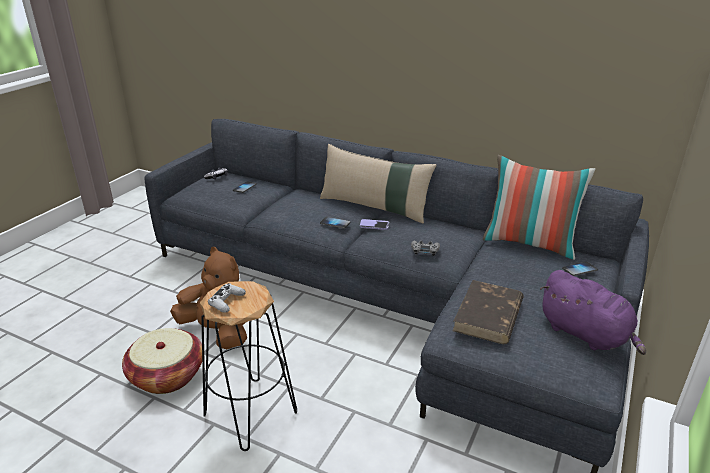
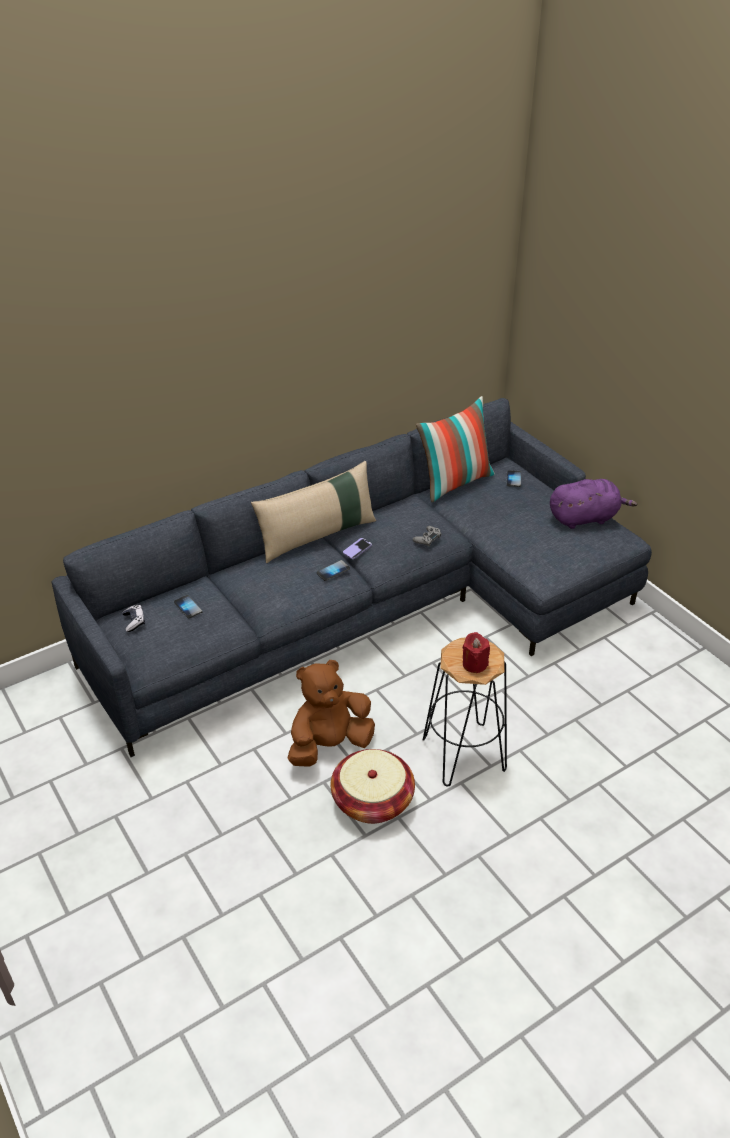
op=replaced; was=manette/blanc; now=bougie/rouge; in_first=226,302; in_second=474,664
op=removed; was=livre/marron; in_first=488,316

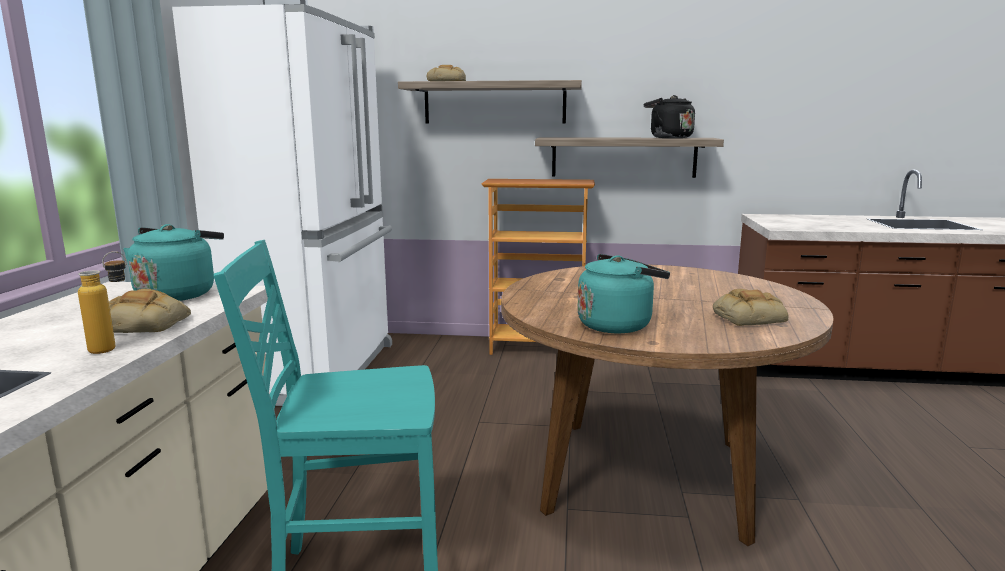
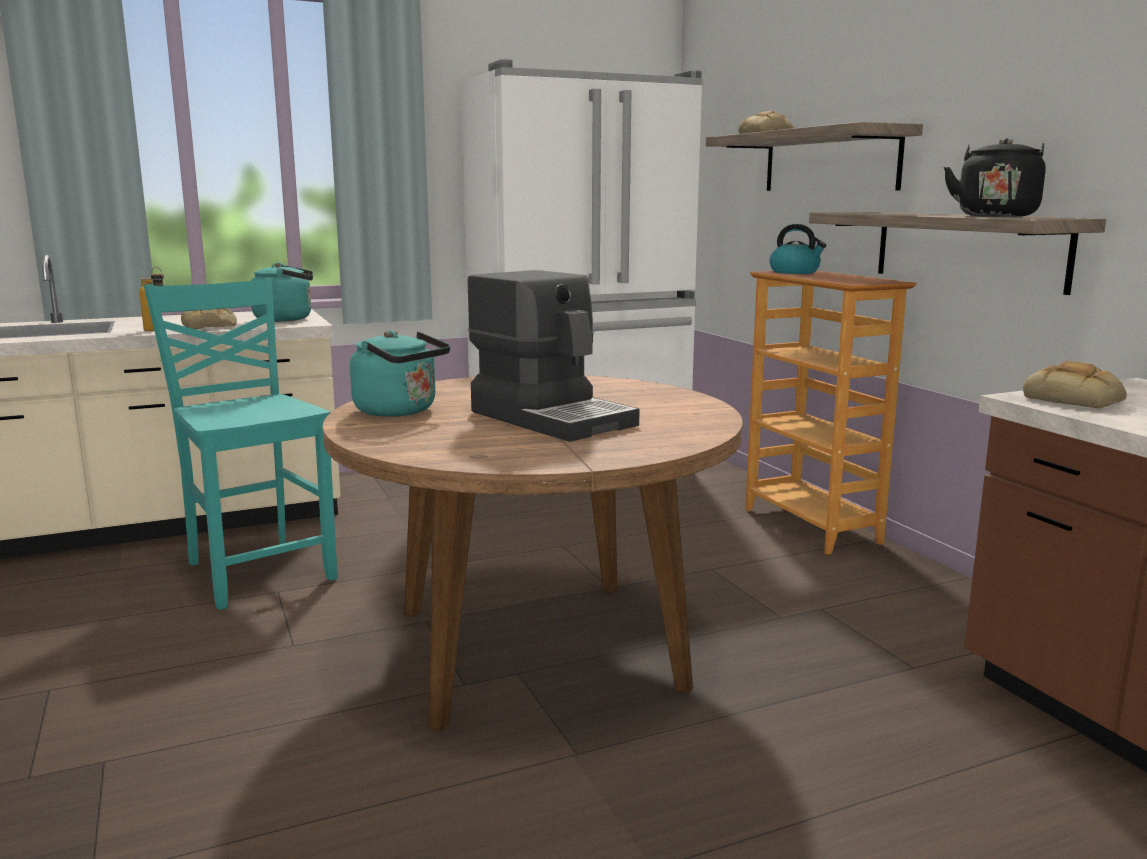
op=added; now=machine à café; in_second=552,418
op=added; now=bouilloire; in_second=795,272
op=moved; was=pain; in_first=749,317; in_second=1075,399

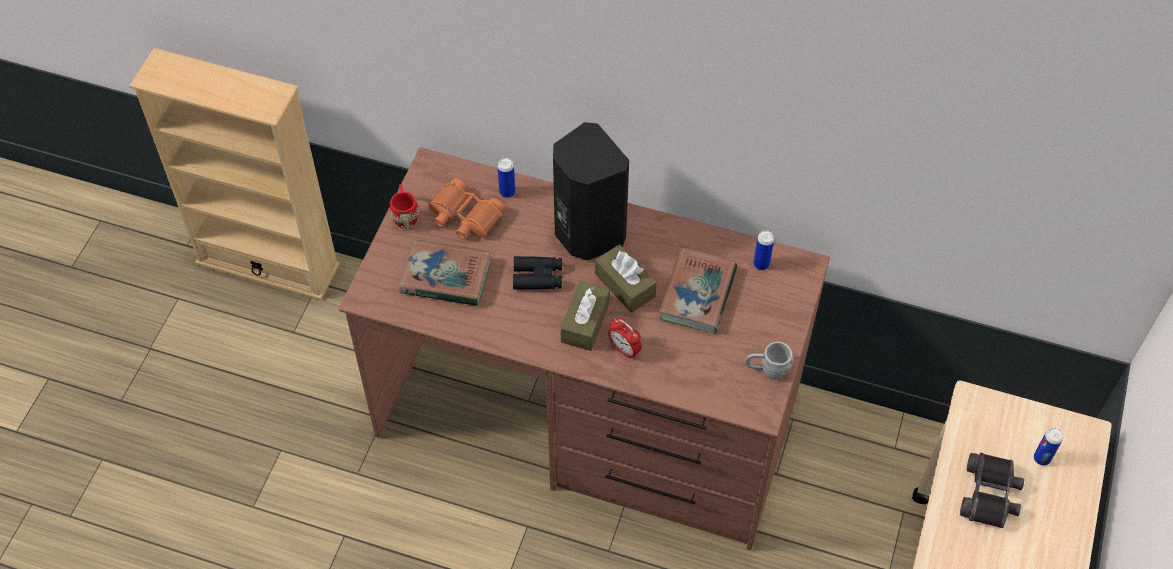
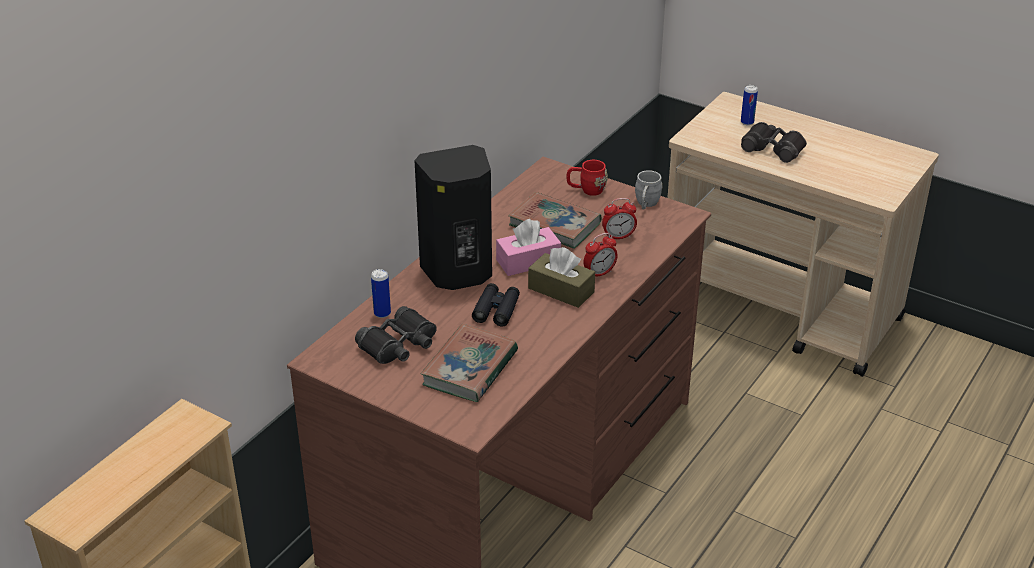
op=recoloured; was=jumelles/orange; now=jumelles/noir; in_first=465,217; in_second=399,345
op=recoloured; was=boîte à mouchoirs/marron; now=boîte à mouchoirs/rose; in_first=625,285; in_second=528,261
op=moved; was=mug/rouge; in_first=405,214; in_second=586,190
op=added; now=réveil; in_second=618,237
op=removed; was=boîte métallique; in_first=761,264

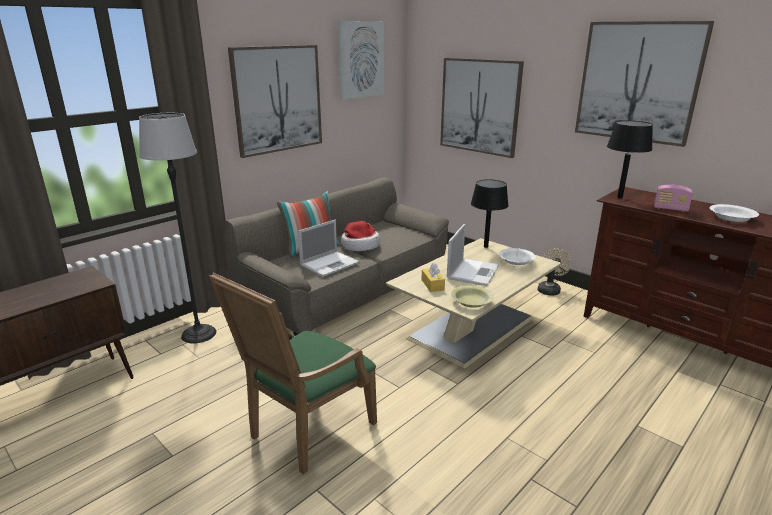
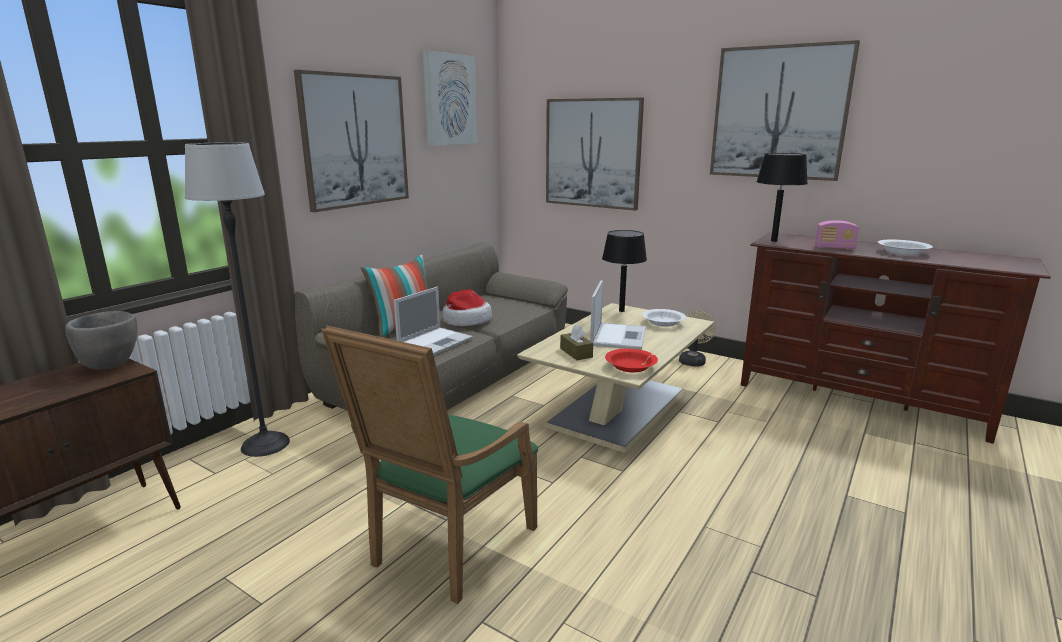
op=added; now=bol/gris; in_second=111,365
op=recoloured; was=boîte à mouchoirs/jaune; now=boîte à mouchoirs/marron; in_first=432,285; in_second=576,353
op=recoloured; was=bol/jaune; now=bol/rouge; in_first=471,302; in_second=630,367

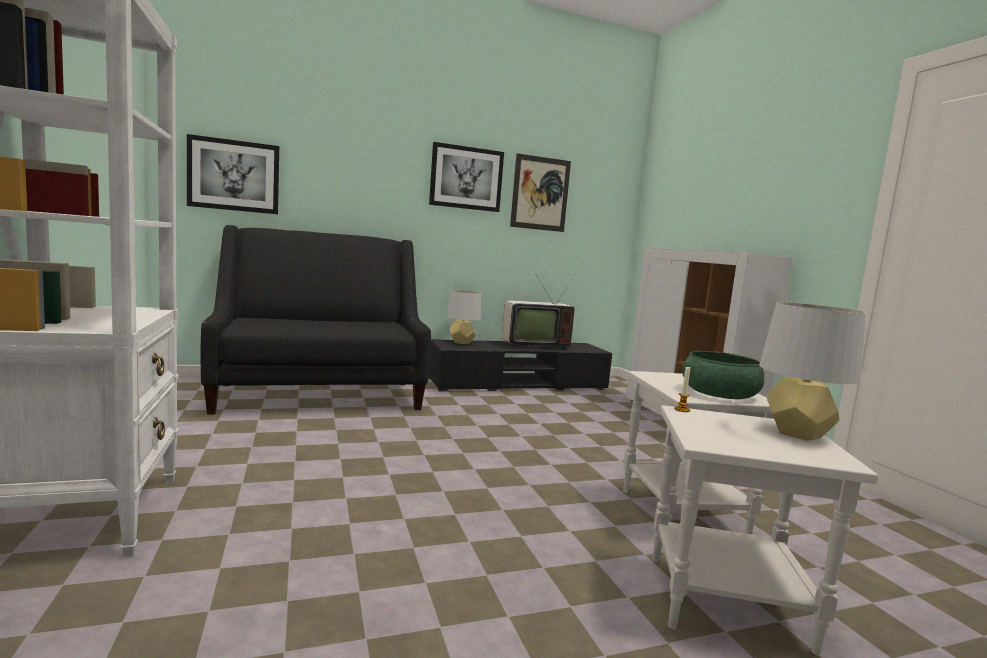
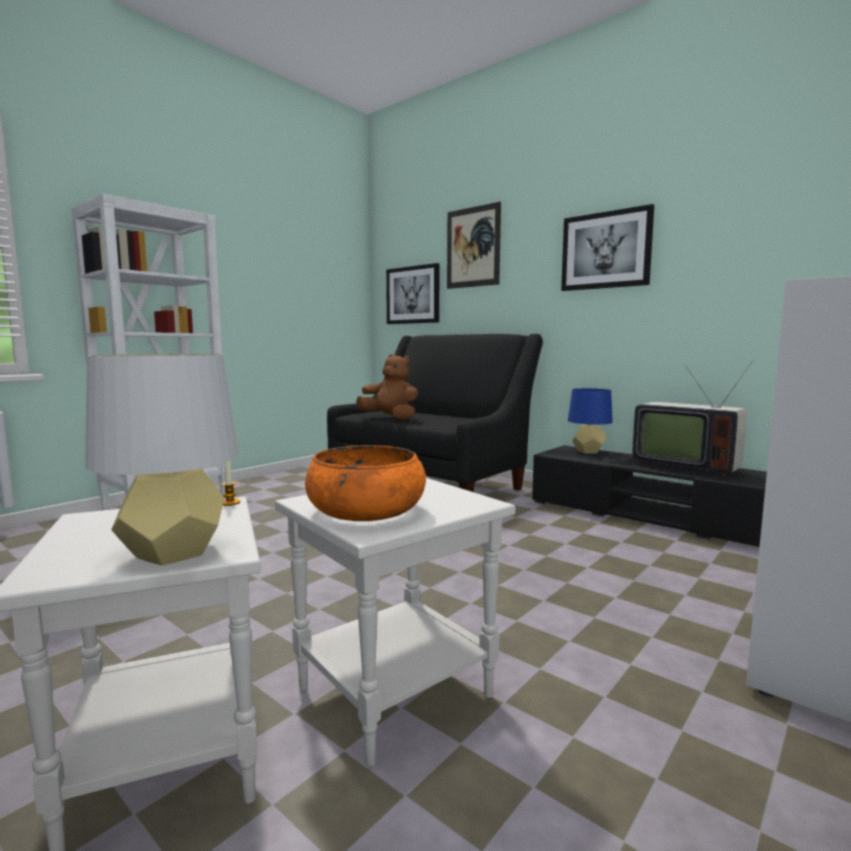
op=recoloured; was=bol/vert; now=bol/orange; in_first=719,393; in_second=366,510
op=added; now=peluche/marron; in_second=390,418
op=moved; was=tableau; in_first=540,193; in_second=473,247
op=recoloured; was=lampe de table/gris; now=lampe de table/bleu; in_first=461,342; in_second=588,452

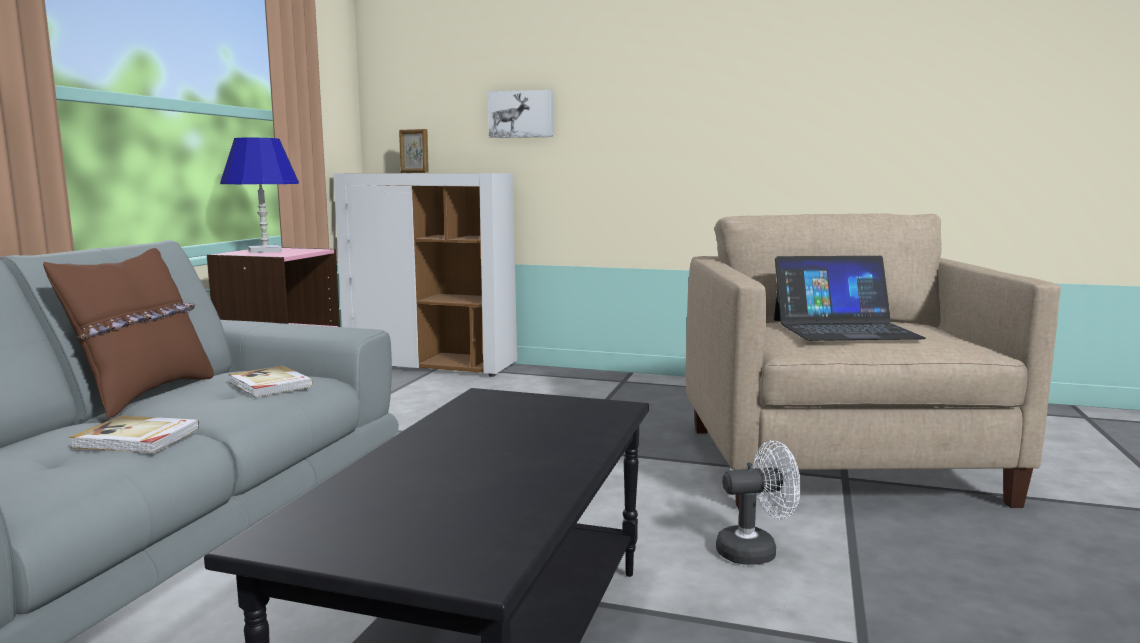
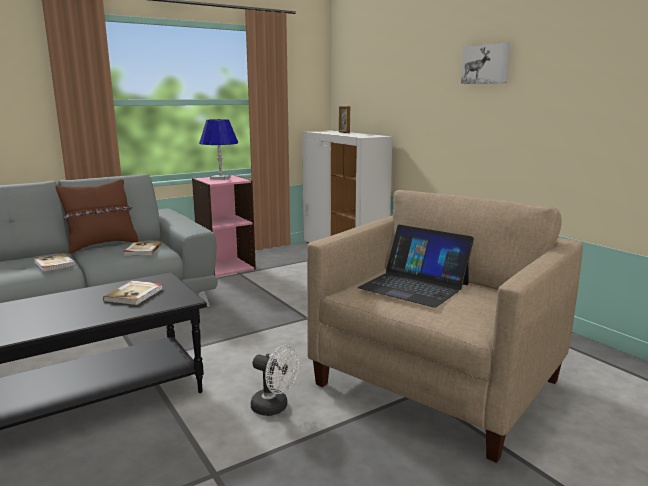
op=added; now=livre; in_second=135,295
op=moved; was=tableau; in_first=521,114; in_second=486,64

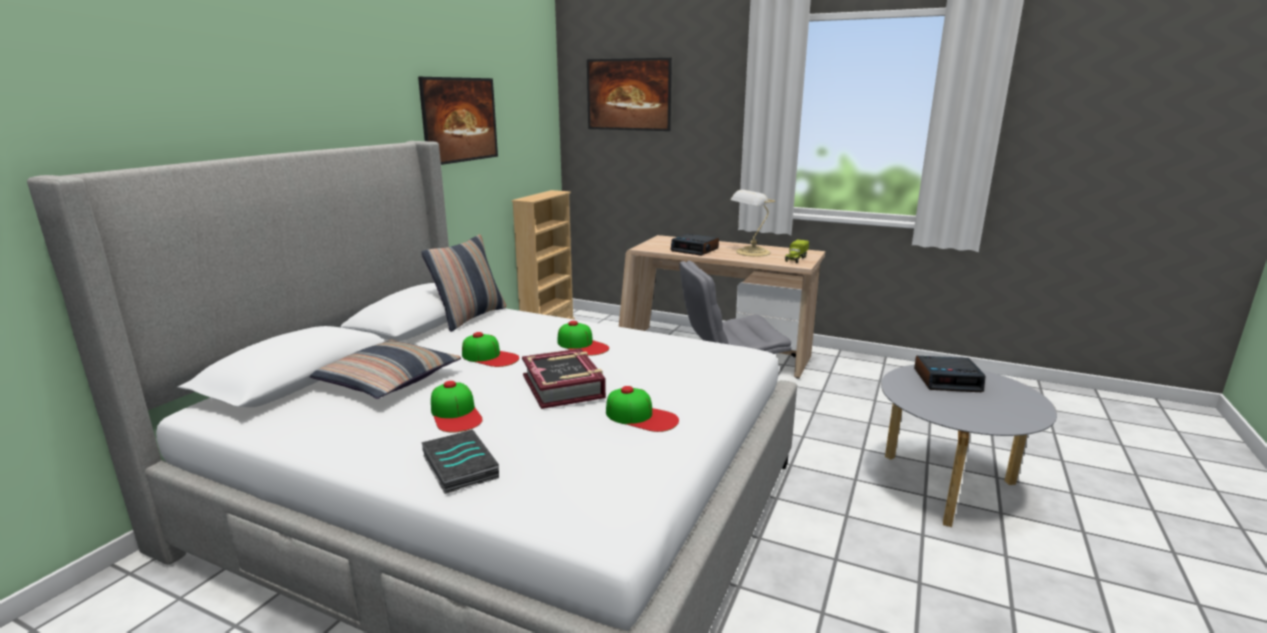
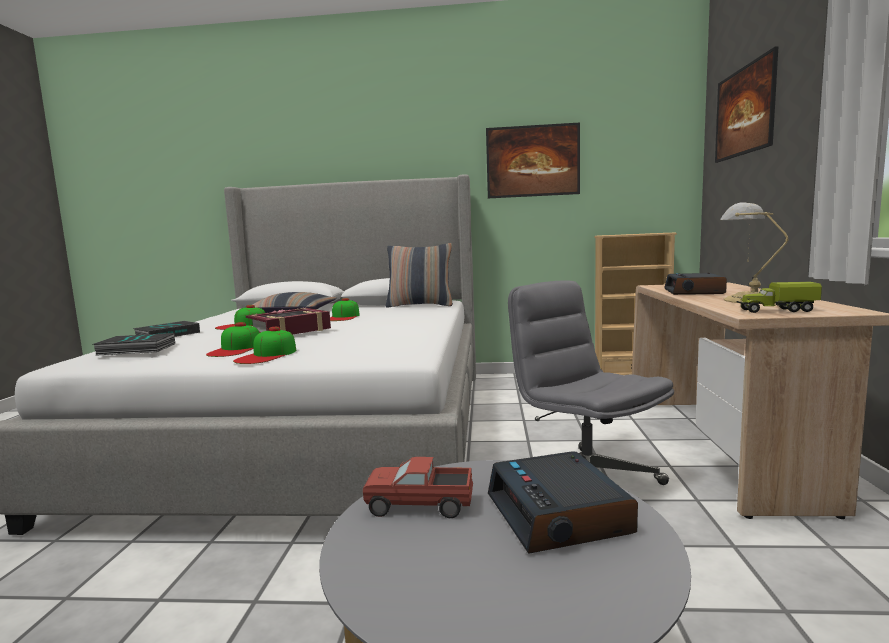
op=added; now=livre; in_second=135,349
op=moved; was=casquette; in_first=582,345; in_second=267,355
op=added; now=camion jouet; in_second=420,506

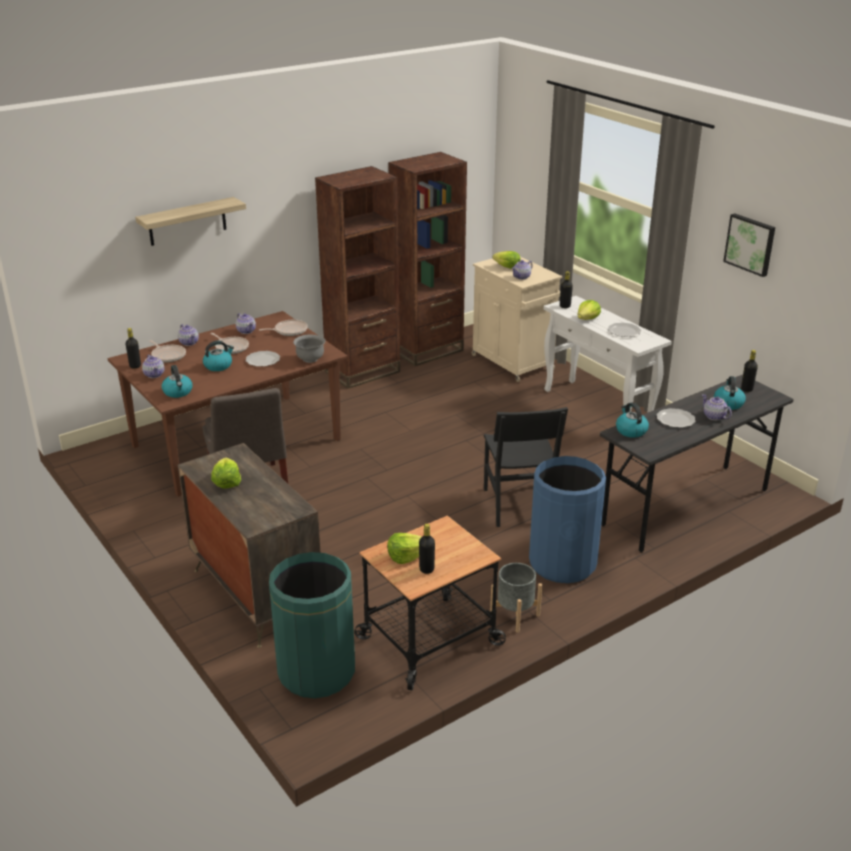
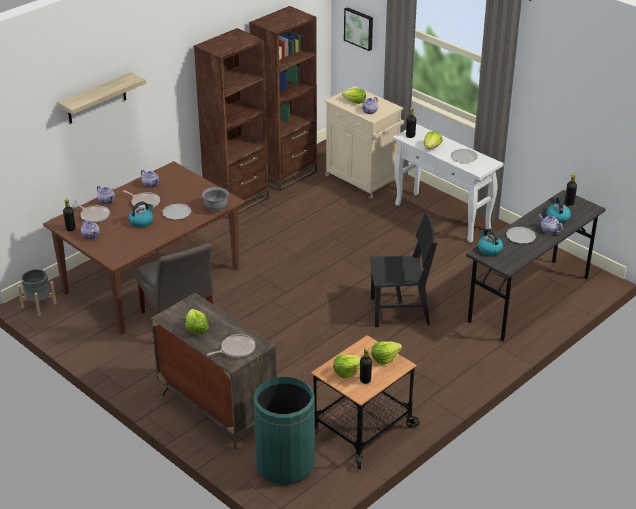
op=moved; was=cache-pot/gris; in_first=515,615; in_second=39,305
op=moved; was=poêle; in_first=289,331; in_second=236,349
op=moved; was=tableau; in_first=750,244; in_second=359,28
op=turned; was=chaise/noir; in_first=518,504; in_second=400,311; clockwise=-75
op=added; now=laitue; in_second=384,358
op=removed; was=bouilloire; in_first=178,392
op=removed; was=poubelle/bleu; in_first=562,563

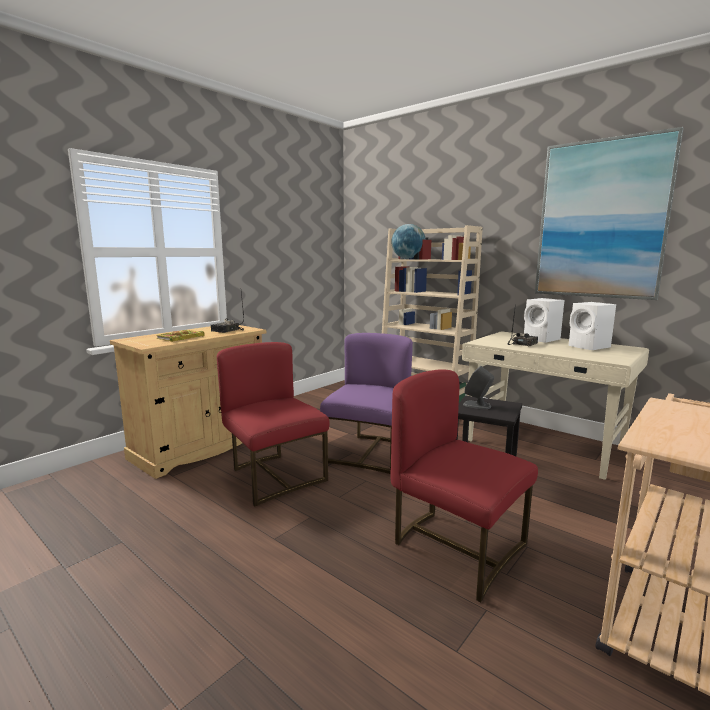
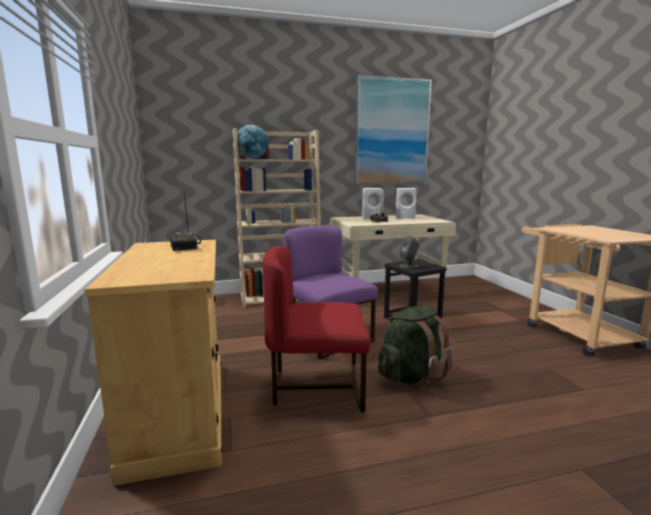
op=added; now=sac à dos/vert; in_second=411,376
op=removed; was=livre; in_first=180,338
op=removed; was=chaise/rouge; in_first=456,547

